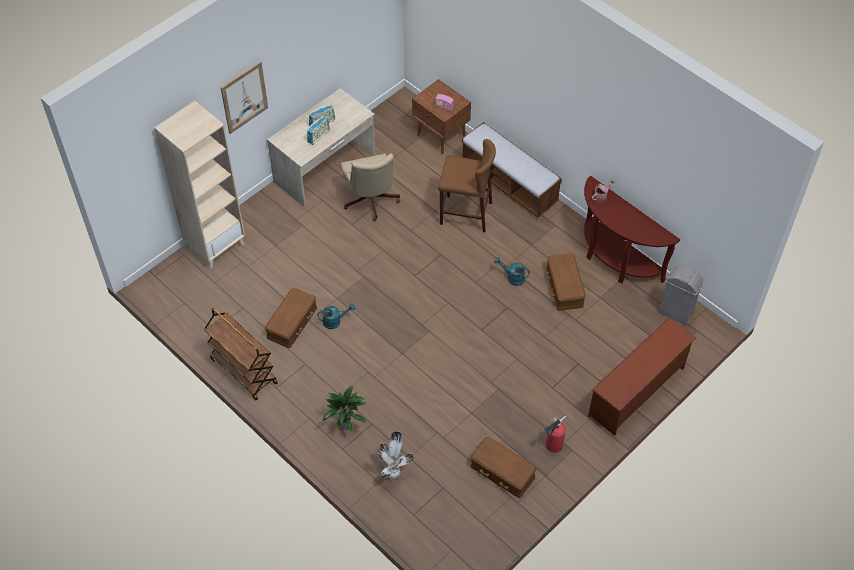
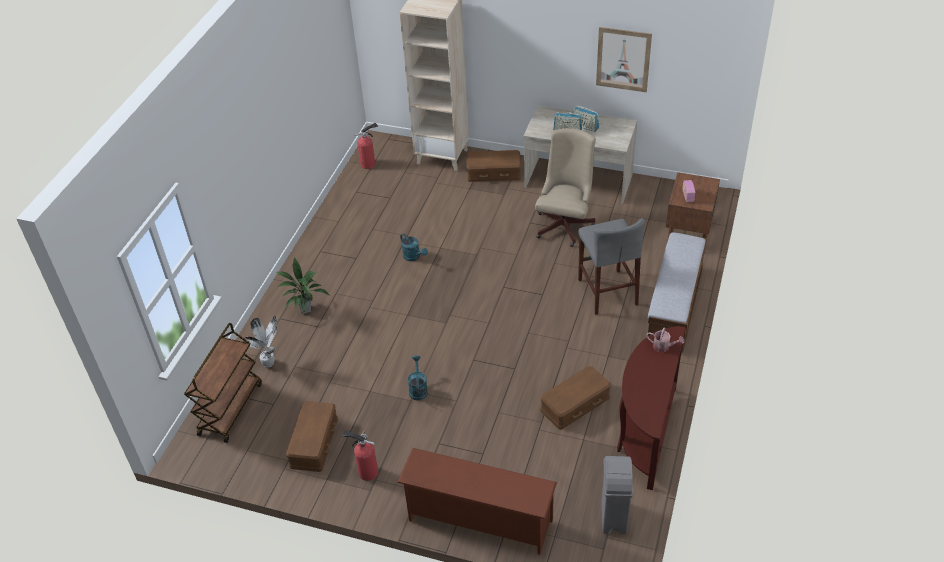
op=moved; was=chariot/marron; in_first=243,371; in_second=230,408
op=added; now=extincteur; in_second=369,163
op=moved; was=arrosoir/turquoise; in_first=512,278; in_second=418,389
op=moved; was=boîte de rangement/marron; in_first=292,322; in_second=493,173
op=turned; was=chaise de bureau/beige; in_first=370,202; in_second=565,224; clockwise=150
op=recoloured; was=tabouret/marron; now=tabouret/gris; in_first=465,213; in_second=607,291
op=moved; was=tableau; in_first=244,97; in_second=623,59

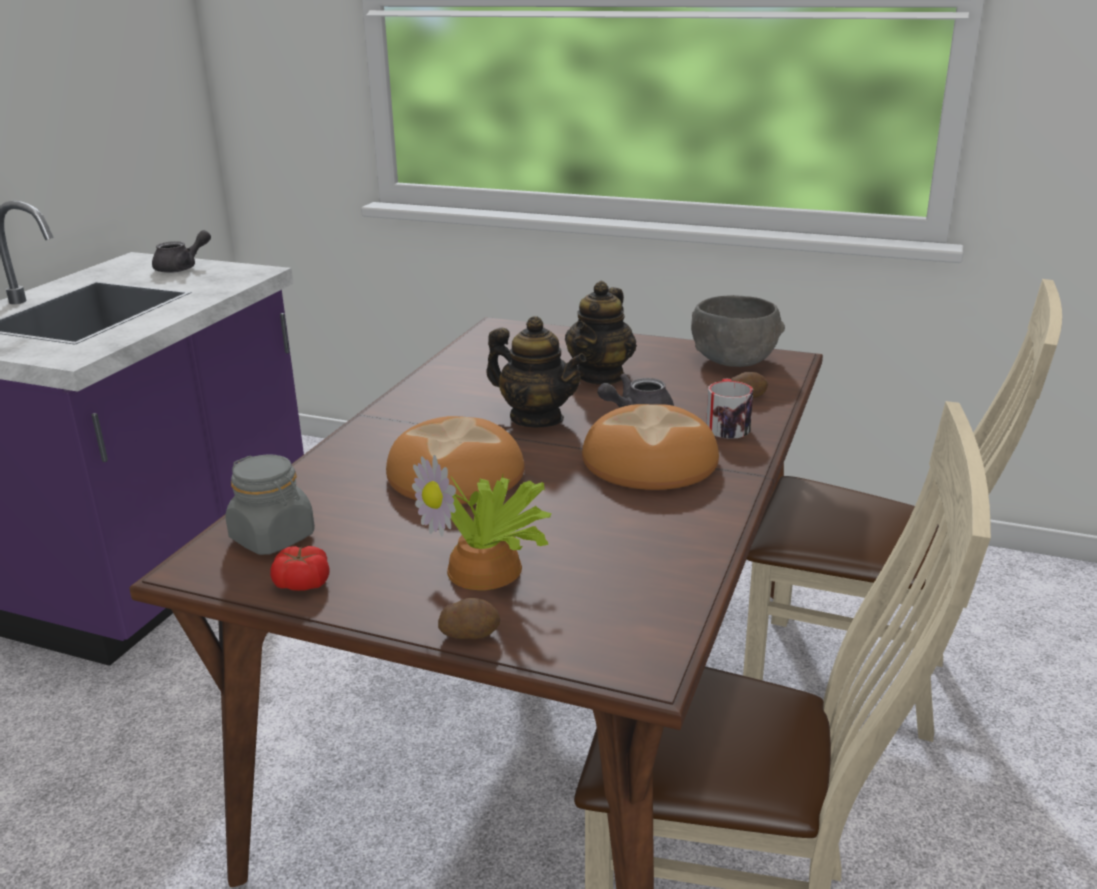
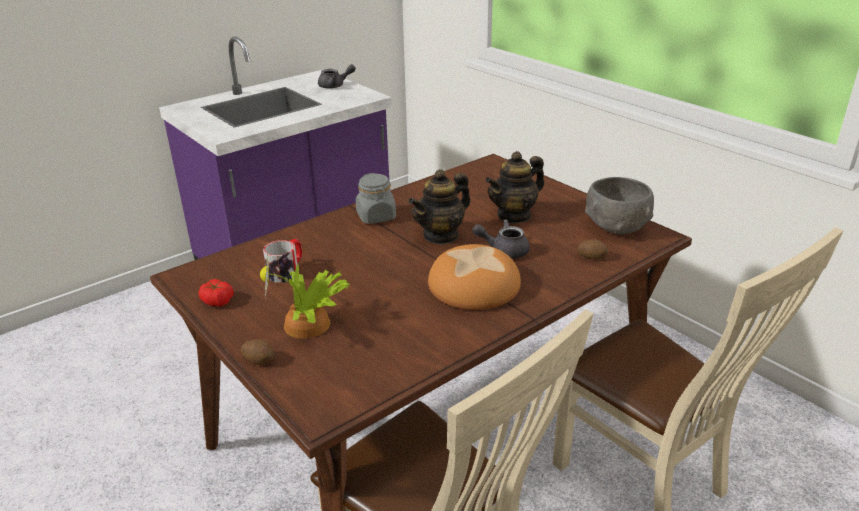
op=moved; was=mug; in_first=727,425; in_second=287,271
op=moved; was=bocal/gris; in_first=273,538; in_second=376,217
op=turned; was=théière; in_first=536,418; in_second=441,235; clockwise=75
op=removed; was=pain; in_first=457,474

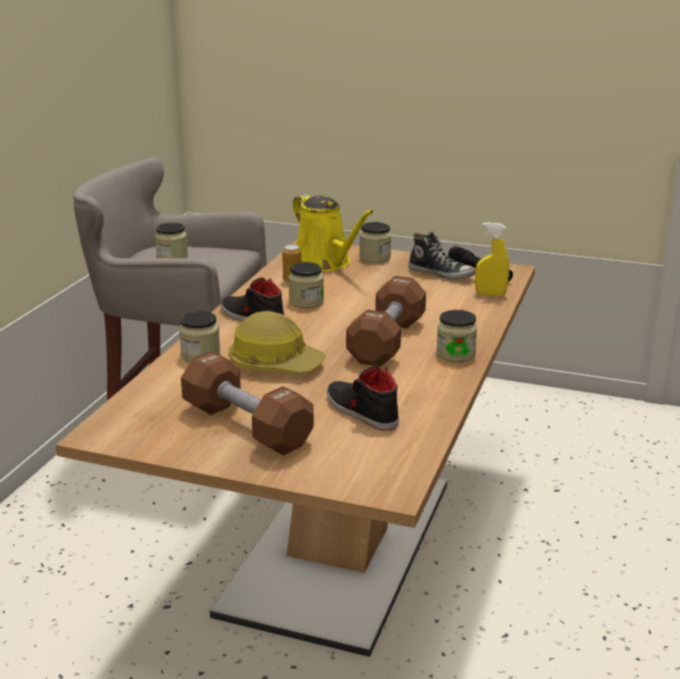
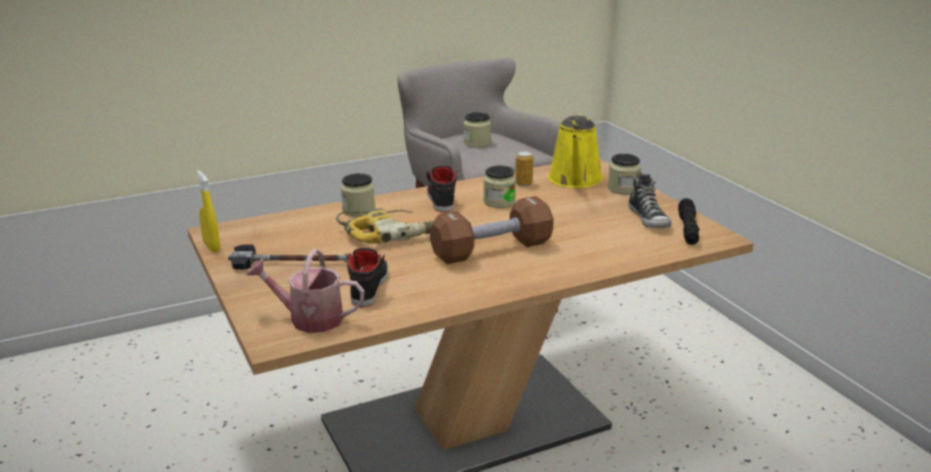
op=moved; was=vaporisateur/jaune; in_first=490,294; in_second=211,247
op=replaced; was=haltère/marron; now=marteau; in_first=247,426; in_second=289,263
op=added; now=arrosoir; in_second=309,319
op=replaced; was=casque de chantier; now=perceuse; in_first=275,363; in_second=388,233
op=removed; was=bocal; in_first=455,354

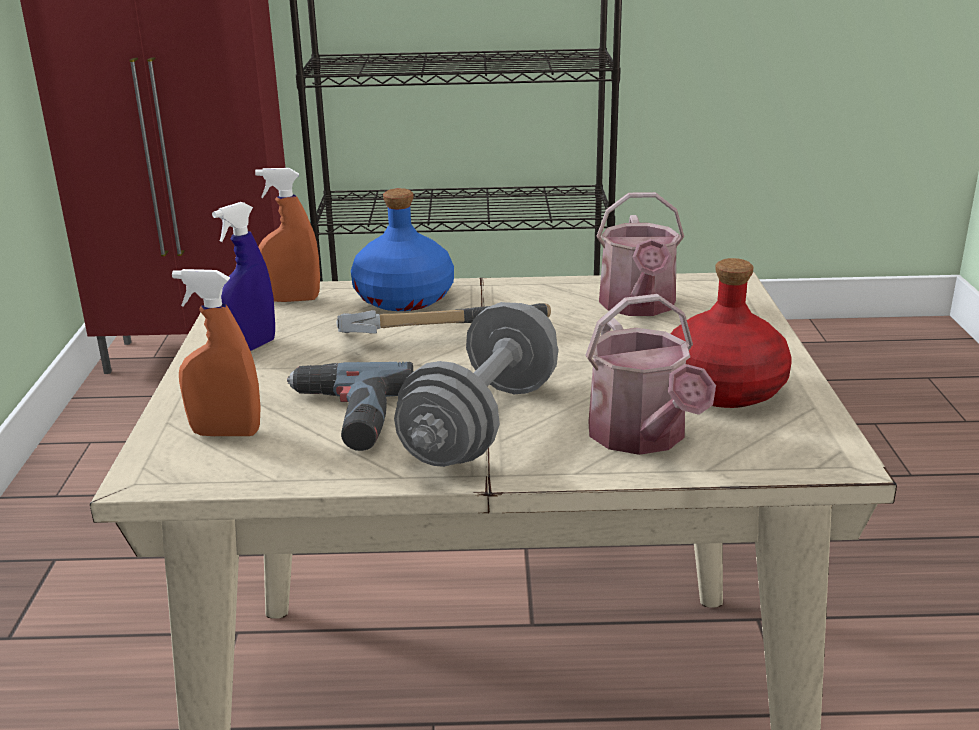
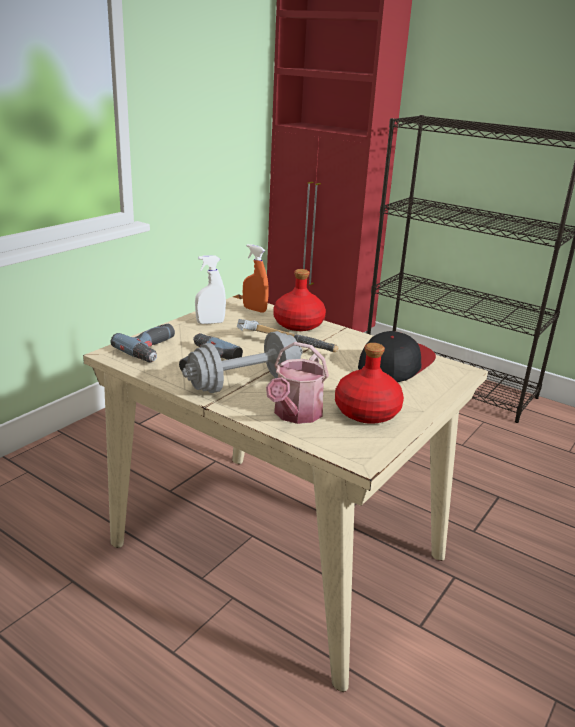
op=replaced; was=vaporisateur/orange; now=perceuse; in_first=226,433; in_second=154,349
op=recoloured; was=vaporisateur/bleu; now=vaporisateur/blanc; in_first=251,347; in_second=210,322
op=recoloured; was=bouteille/bleu; now=bouteille/rouge; in_first=402,298; in_second=298,324
op=replaced; was=arrosoir; now=casquette; in_first=638,306; in_second=395,364

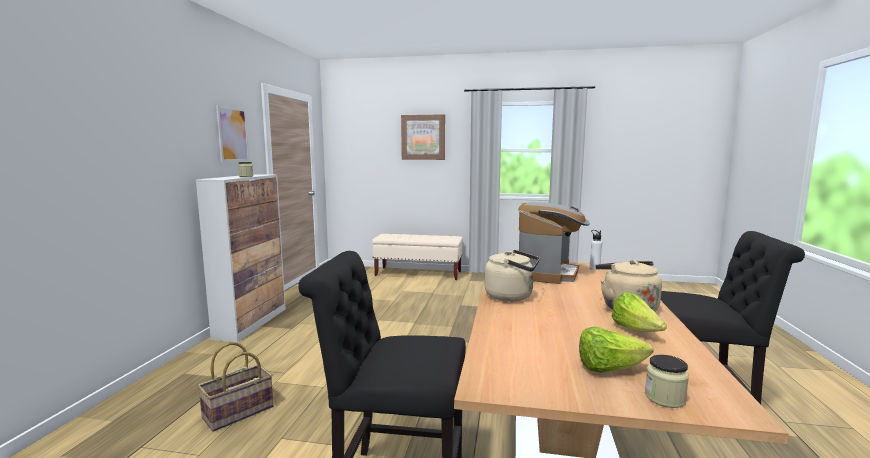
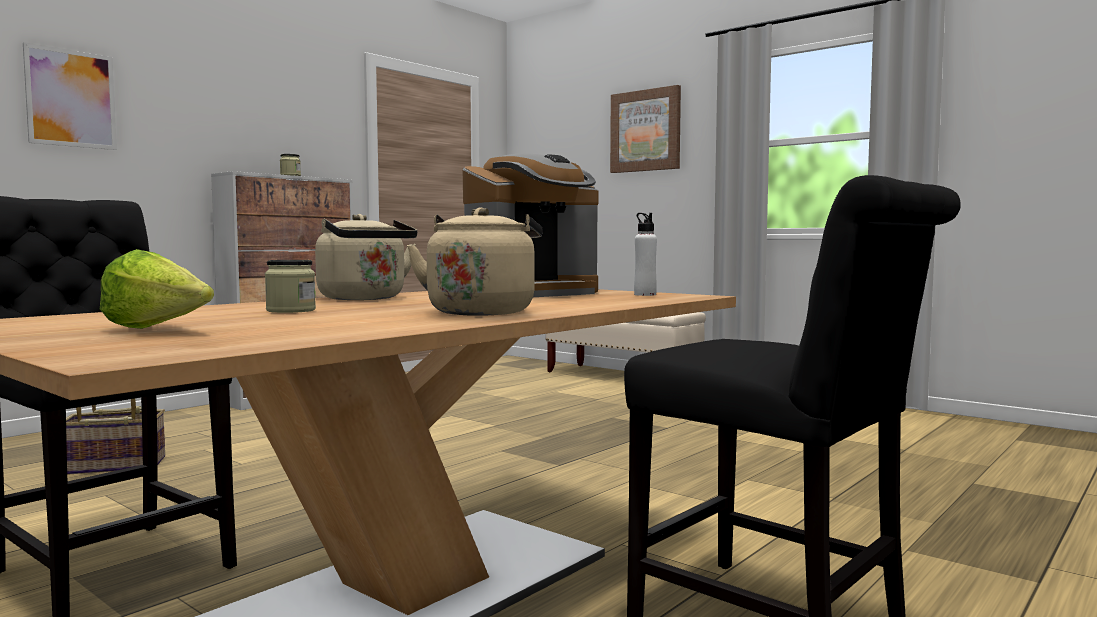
op=moved; was=tableau; in_first=233,134; in_second=71,98
op=moved; was=bocal; in_first=665,398; in_second=291,310
op=removed; was=laitue; in_first=636,331

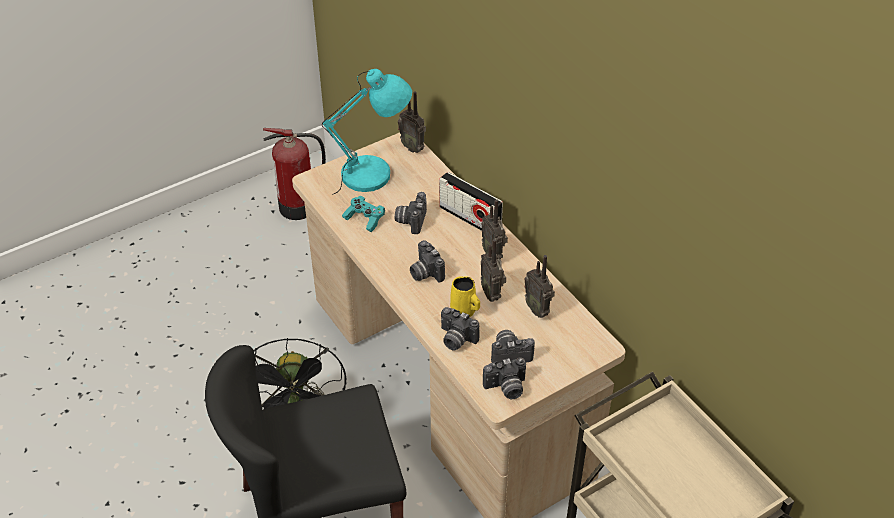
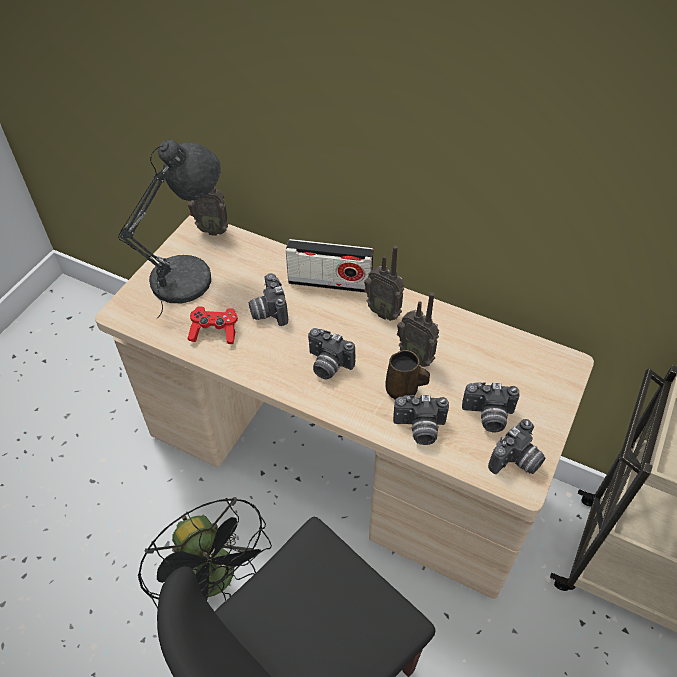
op=recoloured; was=lampe de table/turquoise; now=lampe de table/gris; in_first=373,175; in_second=189,277
op=recoloured; was=manette/turquoise; now=manette/rouge; in_first=364,219; in_second=214,331
op=recoloured; was=mug/jaune; now=mug/marron; in_first=464,311; in_second=403,391
op=turned; was=appareil photo; in_first=510,353; in_second=487,417; clockwise=-135
op=removed; was=extincteur; in_first=300,207
op=removed; was=radio; in_first=538,309

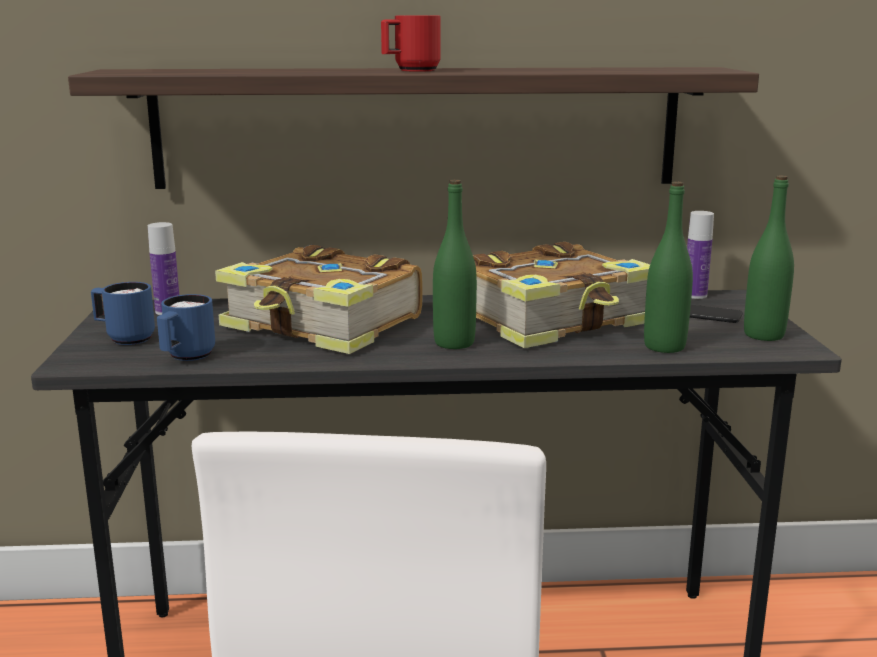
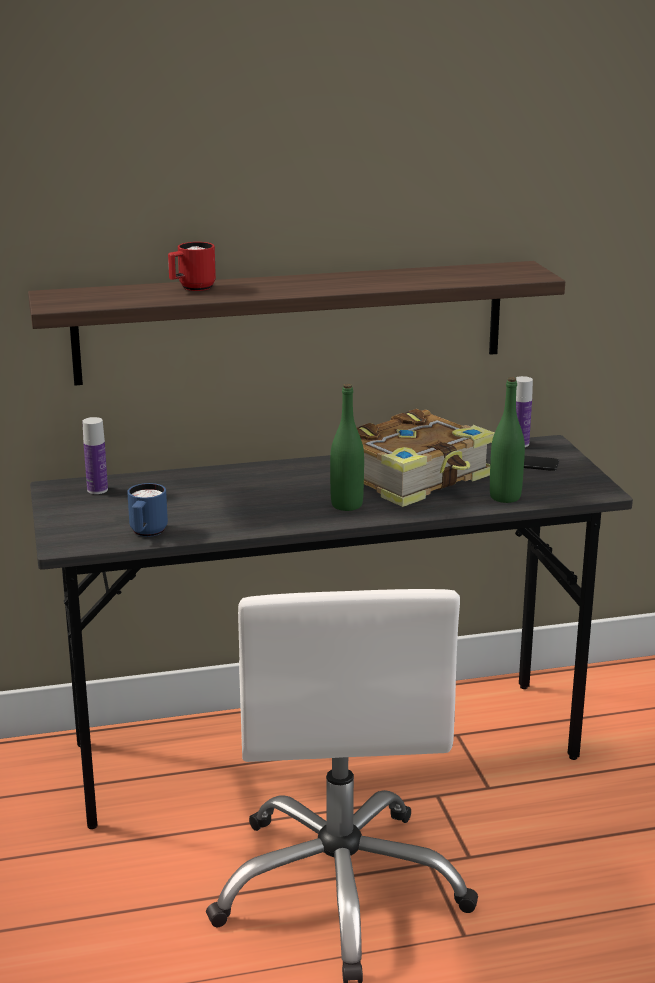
op=moved; was=mug/rouge; in_first=410,70; in_second=192,288
op=removed; was=mug/bleu; in_first=124,338
op=removed; was=livre; in_first=323,325
op=removed; was=bouteille/vert; in_first=763,335

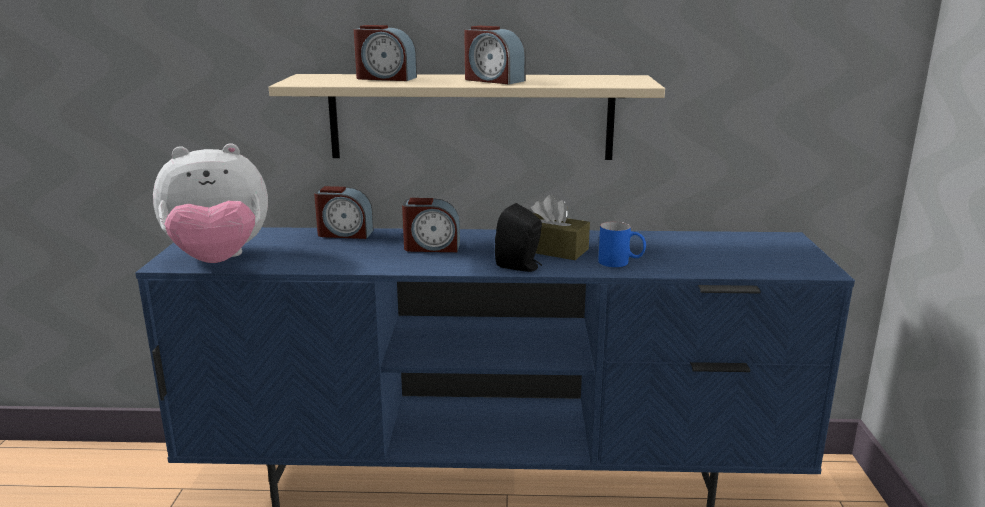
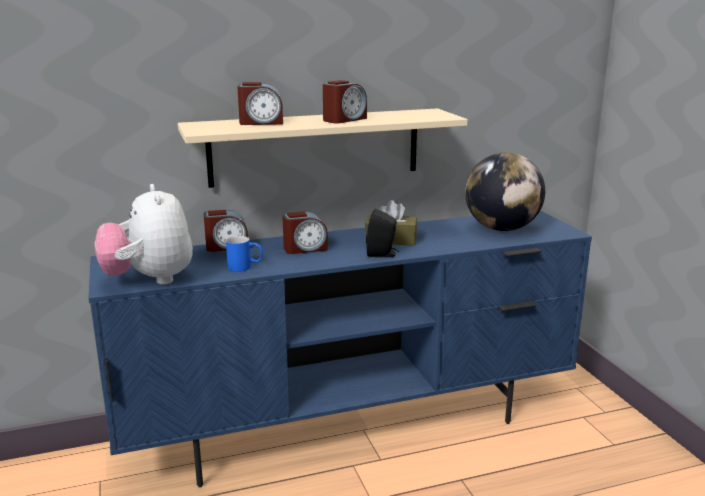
op=turned; was=peluche; in_first=218,261; in_second=149,280; clockwise=105
op=moved; was=mug/bleu; in_first=621,263; in_second=245,267
op=turned; was=réveil; in_first=493,80; in_second=344,119; clockwise=-60
op=added; now=globe; in_second=502,229

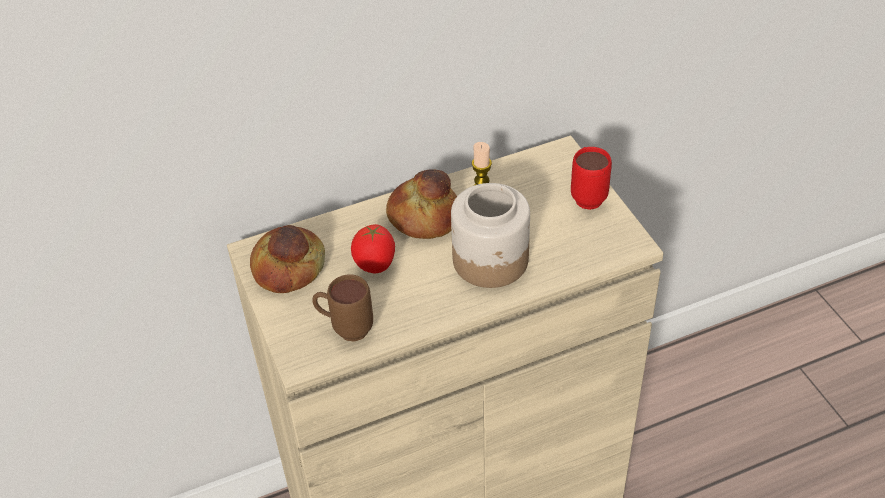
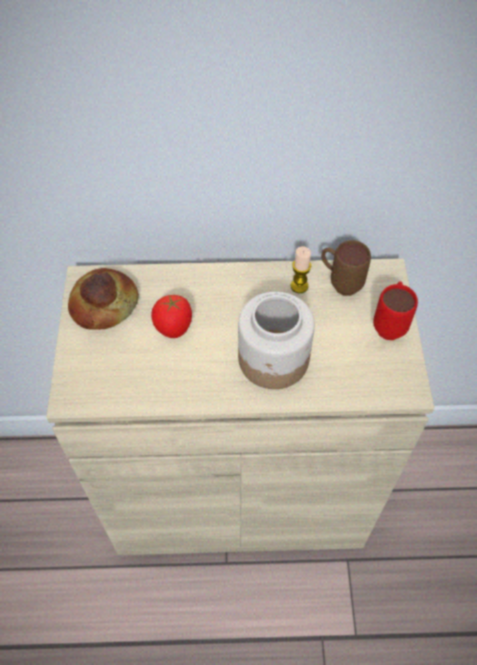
op=moved; was=mug/marron; in_first=345,329; in_second=340,283
op=removed; was=pain; in_first=423,217

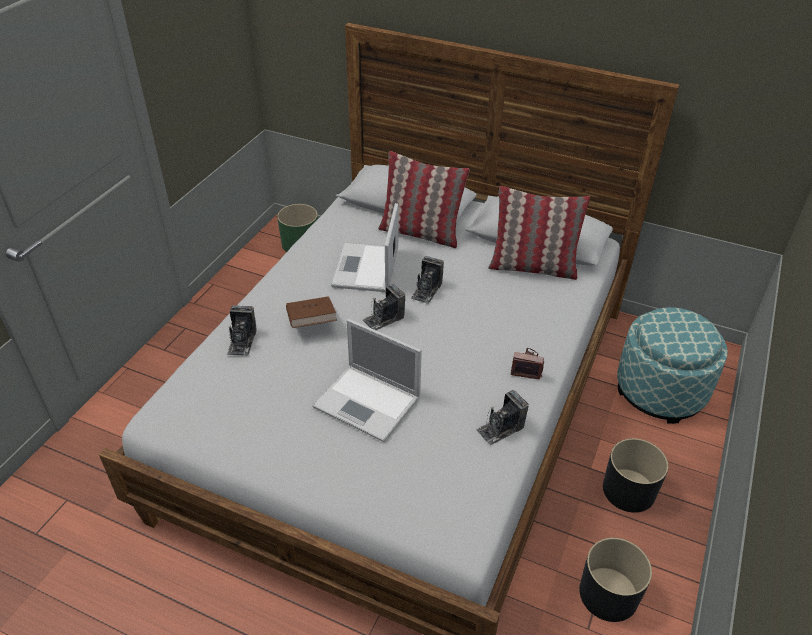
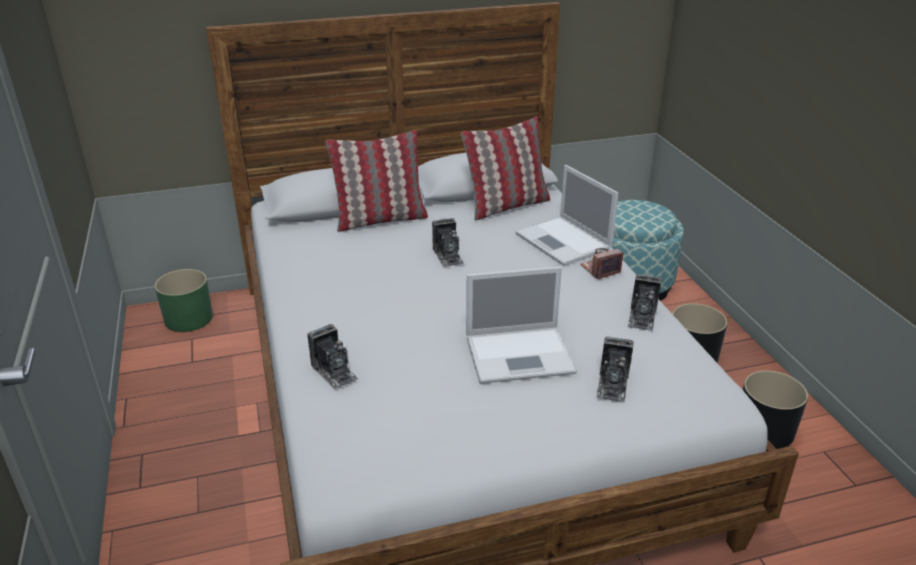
op=moved; was=ordinateur portable; in_first=366,269; in_second=564,242
op=moved; was=appareil photo; in_first=383,318; in_second=612,384
op=removed; was=livre/marron; in_first=311,323

